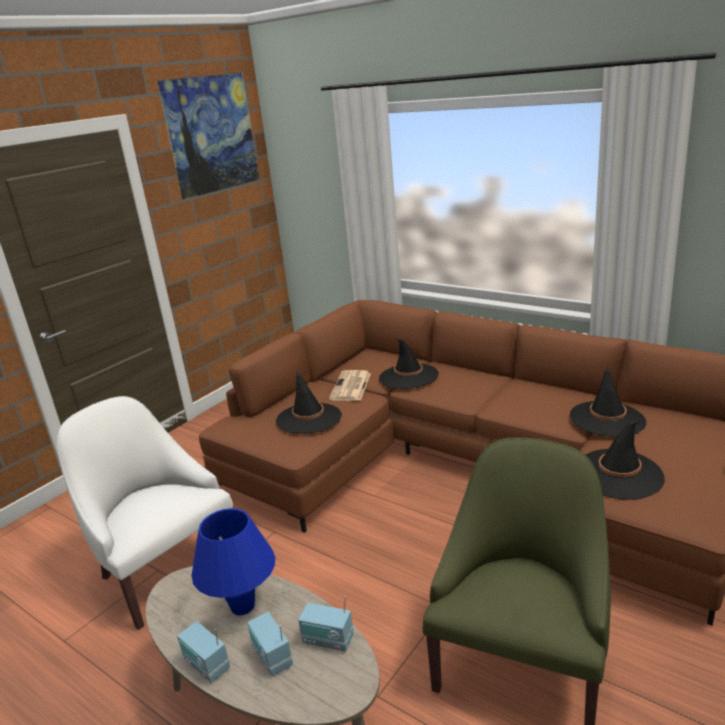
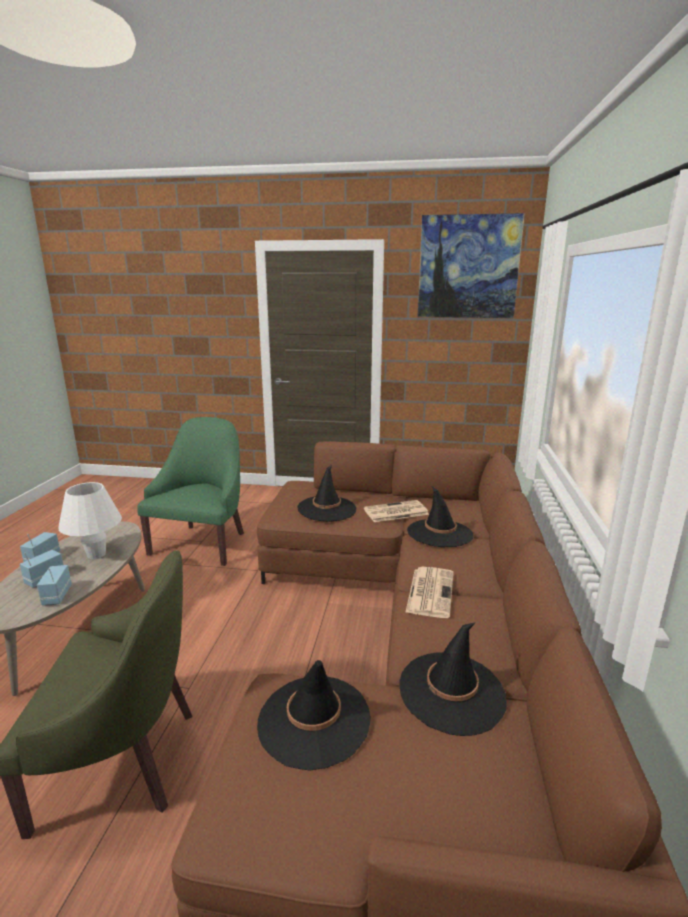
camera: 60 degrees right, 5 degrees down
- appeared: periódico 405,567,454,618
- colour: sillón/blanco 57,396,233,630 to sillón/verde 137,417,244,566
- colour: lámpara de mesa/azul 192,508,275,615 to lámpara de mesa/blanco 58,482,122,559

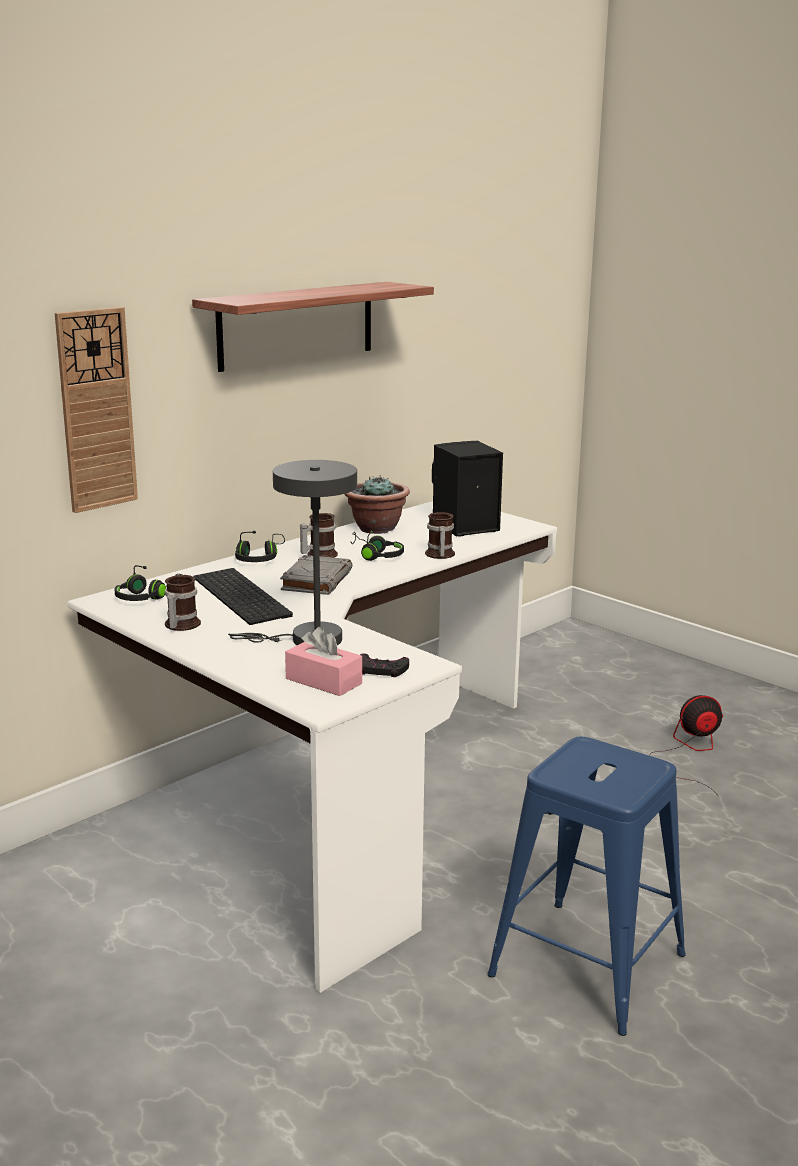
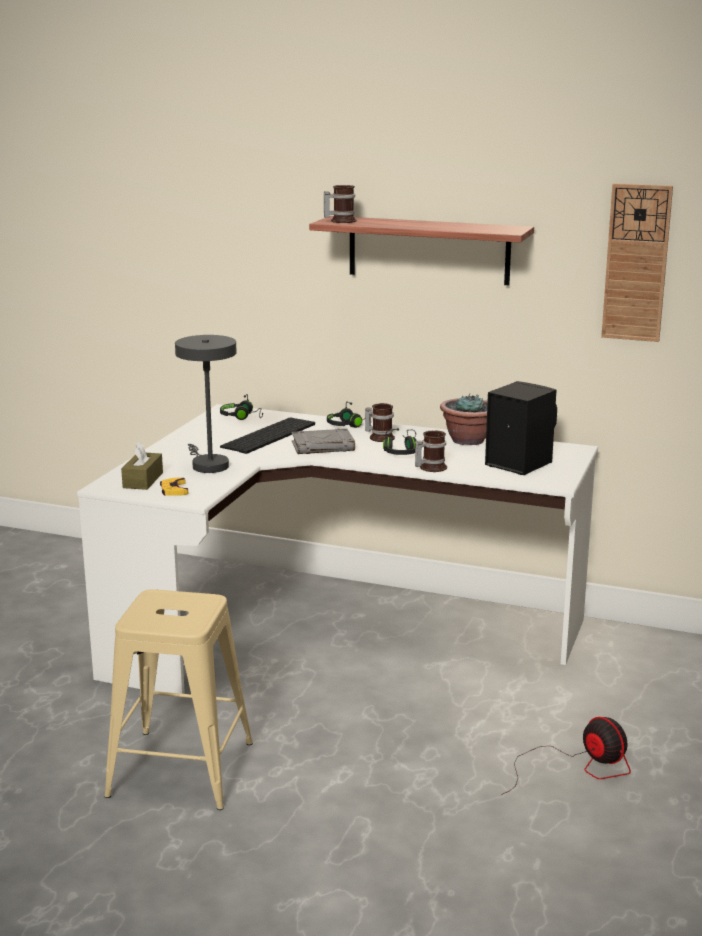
camera: 65 degrees right, 0 degrees up
- relocated: reloj de pared 55,307,138,513 to 601,183,673,342
- relocated: taza grande 165,575,201,631 to 324,185,357,223
- colour: caja de pañuelos/rosa 285,627,362,696 to caja de pañuelos/marrón 121,441,163,490
- colour: mando de consola/negro 360,653,409,677 to mando de consola/amarillo 160,477,188,496
- colour: taburete/azul 488,736,686,1036 to taburete/beis 104,589,253,810

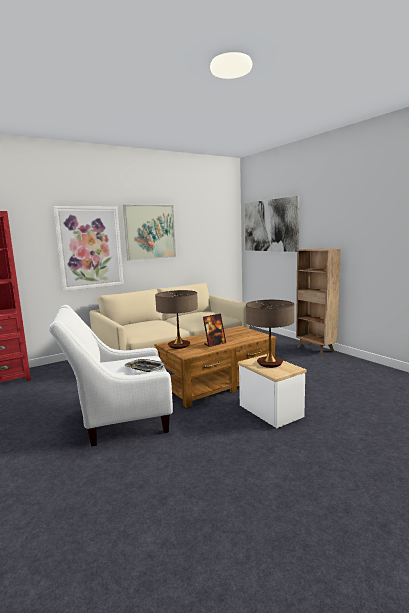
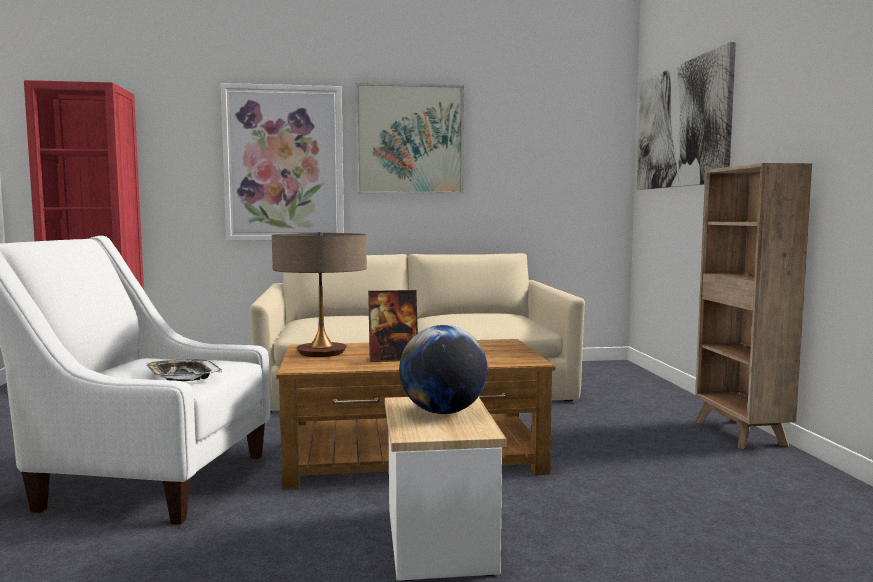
camera: 25 degrees right, 5 degrees down
- exchanged: lámpara de mesa 246,300,294,368 to globo terráqueo 399,325,488,414

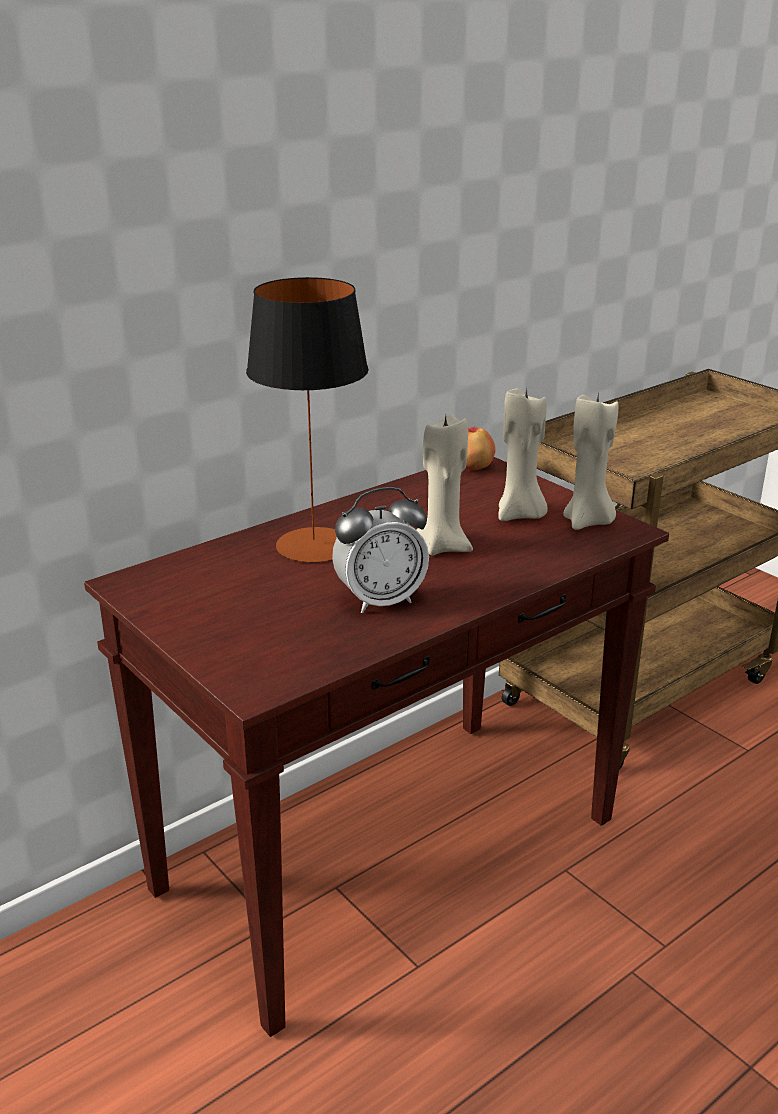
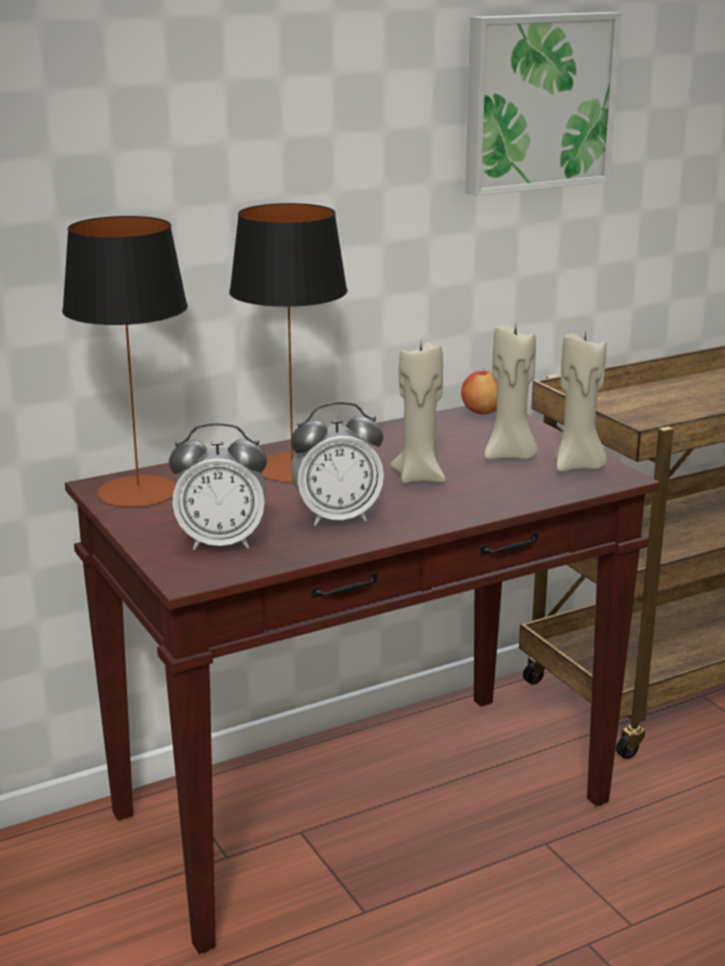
camera: 10 degrees right, 5 degrees down
- appeared: lámpara de mesa 62,216,188,507
- appeared: despertador 169,423,267,550
- appeared: cuadro 465,12,622,196

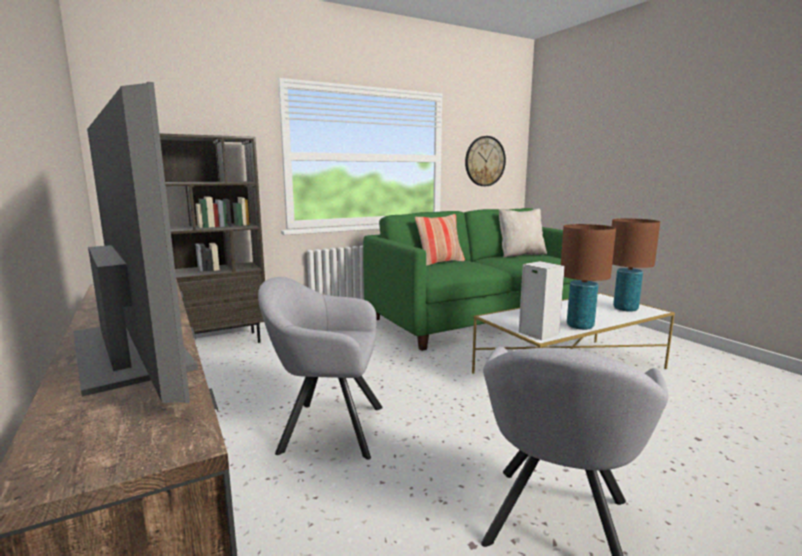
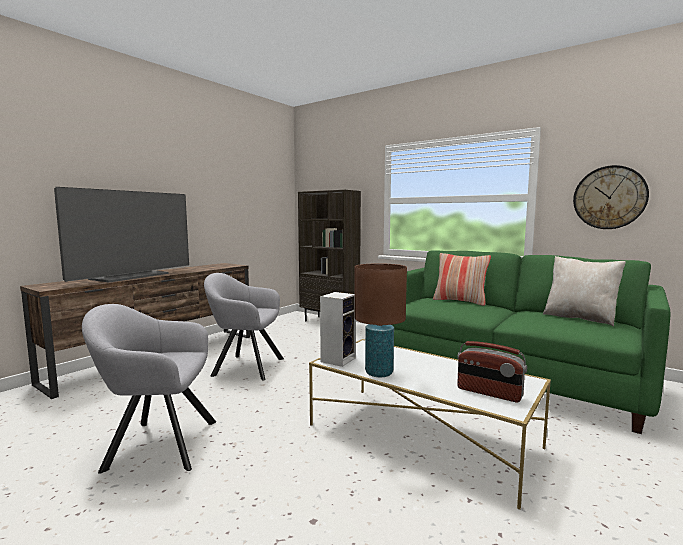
camera: 65 degrees right, 5 degrees down
- exchanged: lámpara de mesa/marrón 612,218,660,312 to radio 457,341,527,402
- spun: sillón/gris 258,277,383,459 = 204,273,284,380 60 degrees counterclockwise

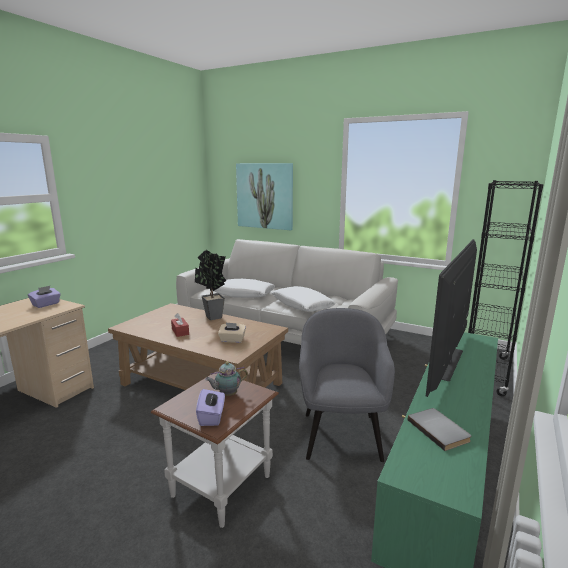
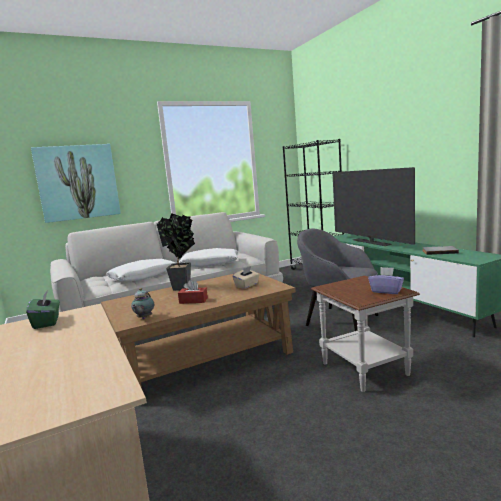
camera: 55 degrees left, 5 degrees down
- relocated: tetera 205,361,248,396 to 131,288,154,319
- colour: caja de pañuelos/morado 28,286,61,308 to caja de pañuelos/verde 26,290,60,329

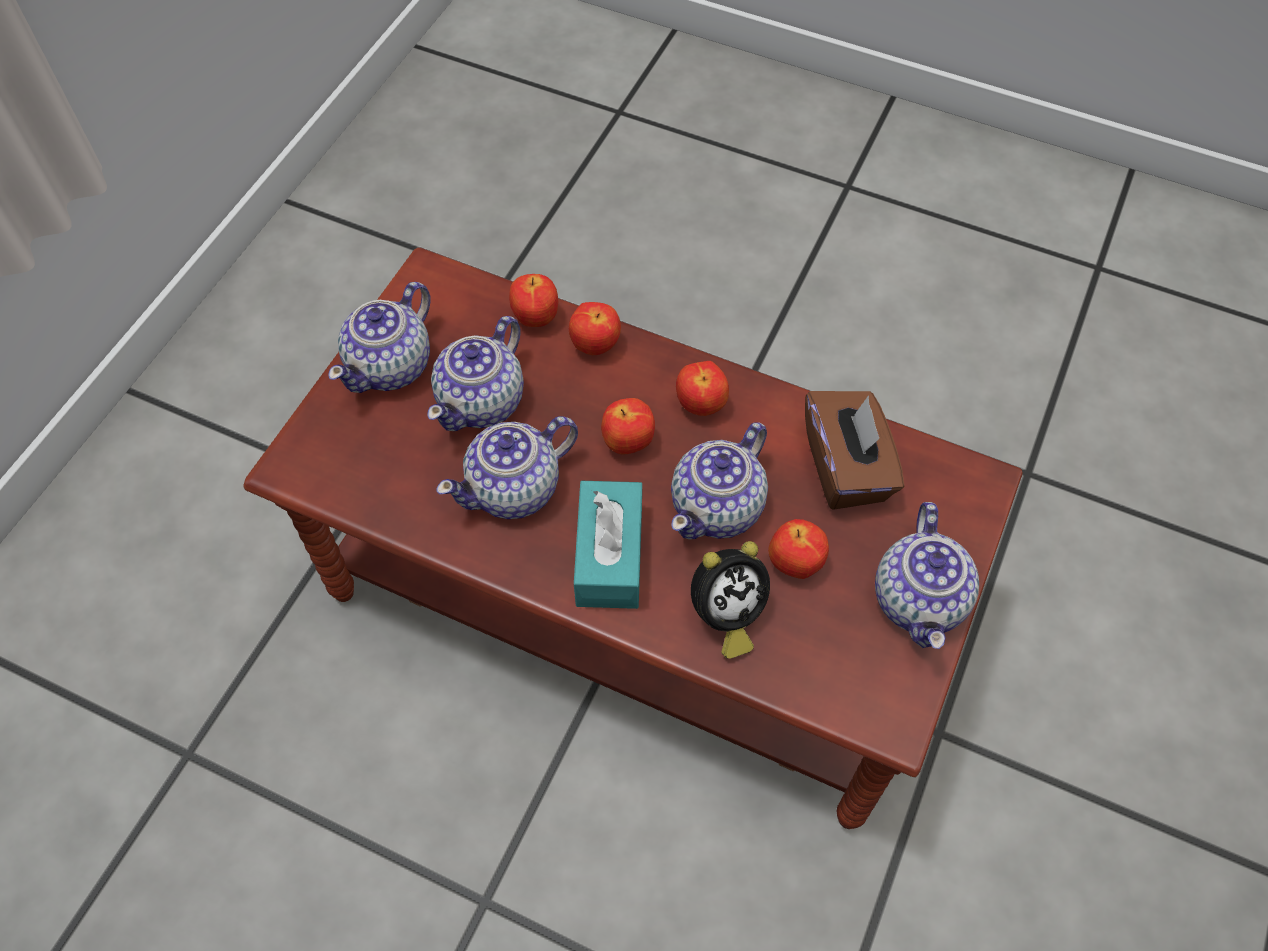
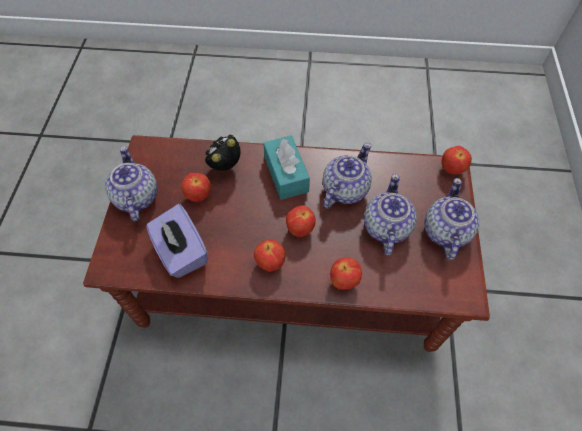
camera: 160 degrees right, 0 degrees up
- missing: tetera 671,422,768,540
- relocated: manzana 509,274,558,327 to 441,146,472,175
- colour: caja de pañuelos/marrón 805,391,904,510 to caja de pañuelos/morado 146,204,208,278

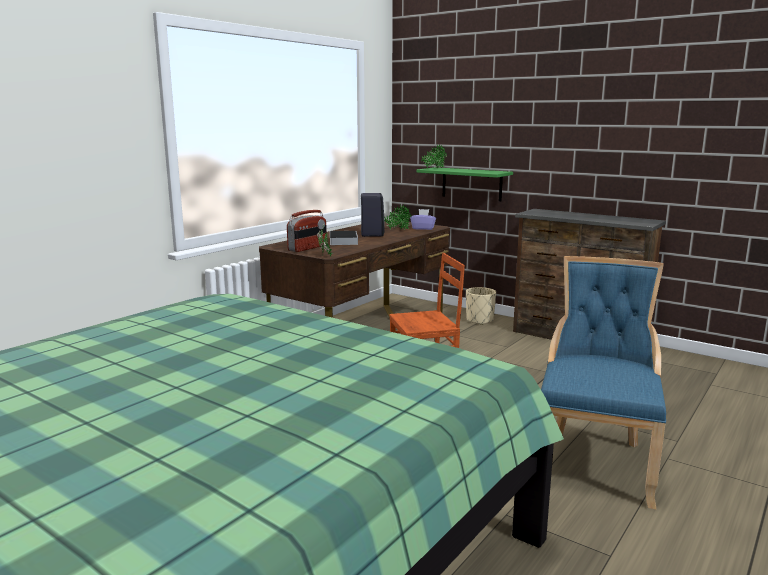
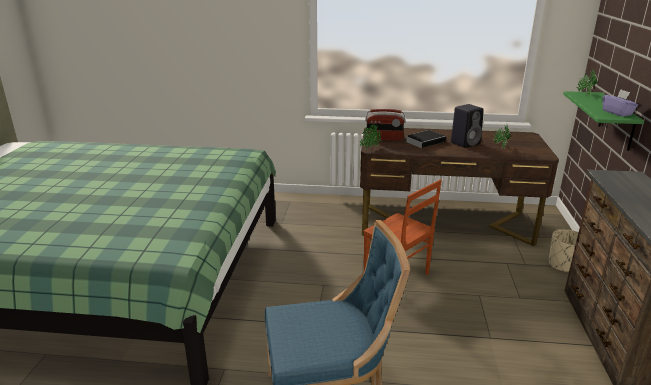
camera: 60 degrees right, 10 degrees up
- relocated: caja de pañuelos/morado 410,209,436,230 to 603,90,638,116

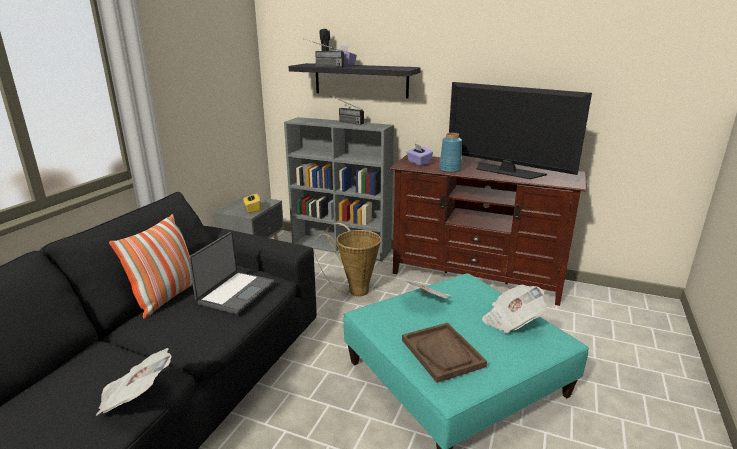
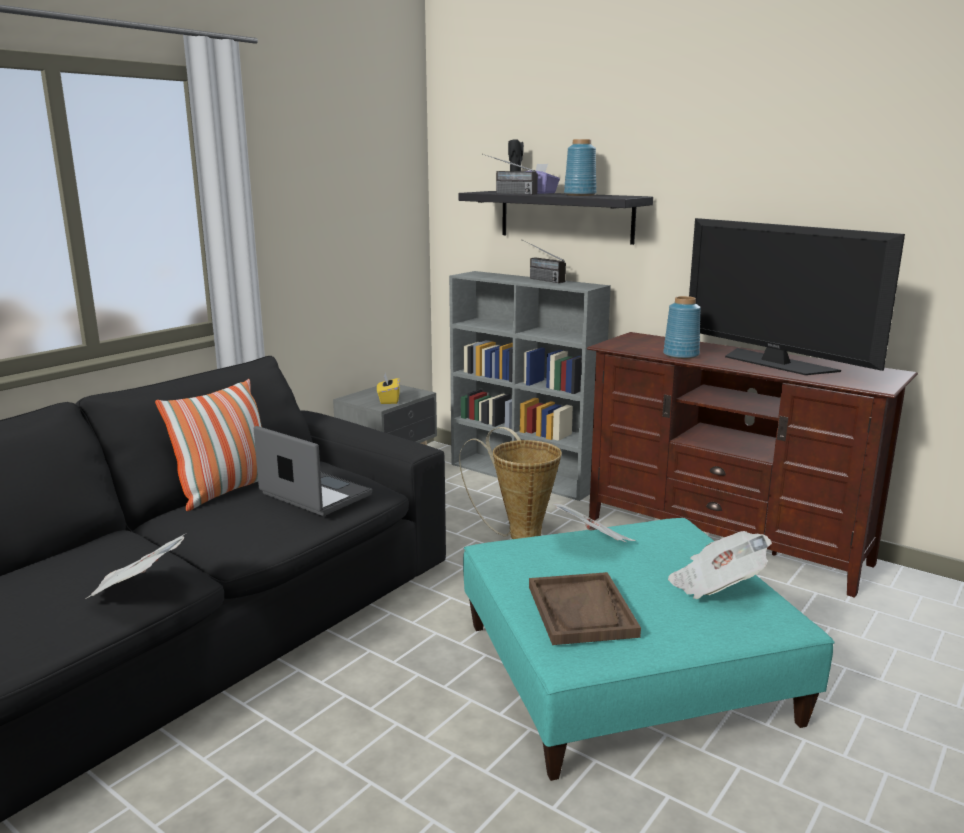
camera: 15 degrees right, 5 degrees down
- missing: caja de pañuelos/morado 406,144,433,166
- appeared: florero/azul 564,139,596,196
- spun: portátil 188,232,275,314 = 254,426,372,516 90 degrees counterclockwise

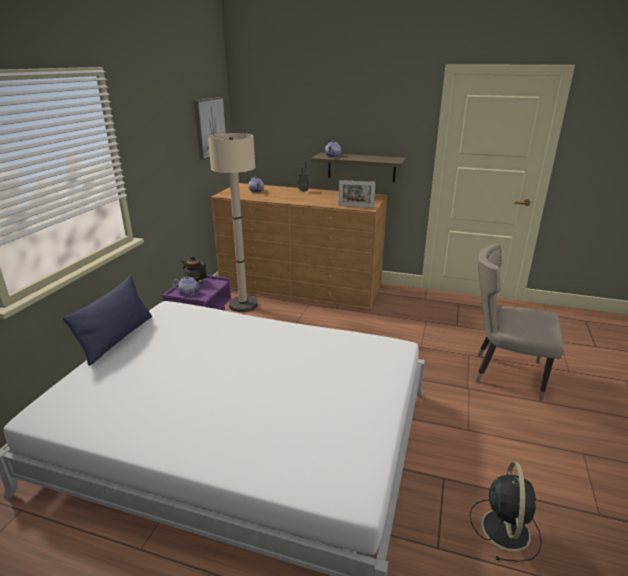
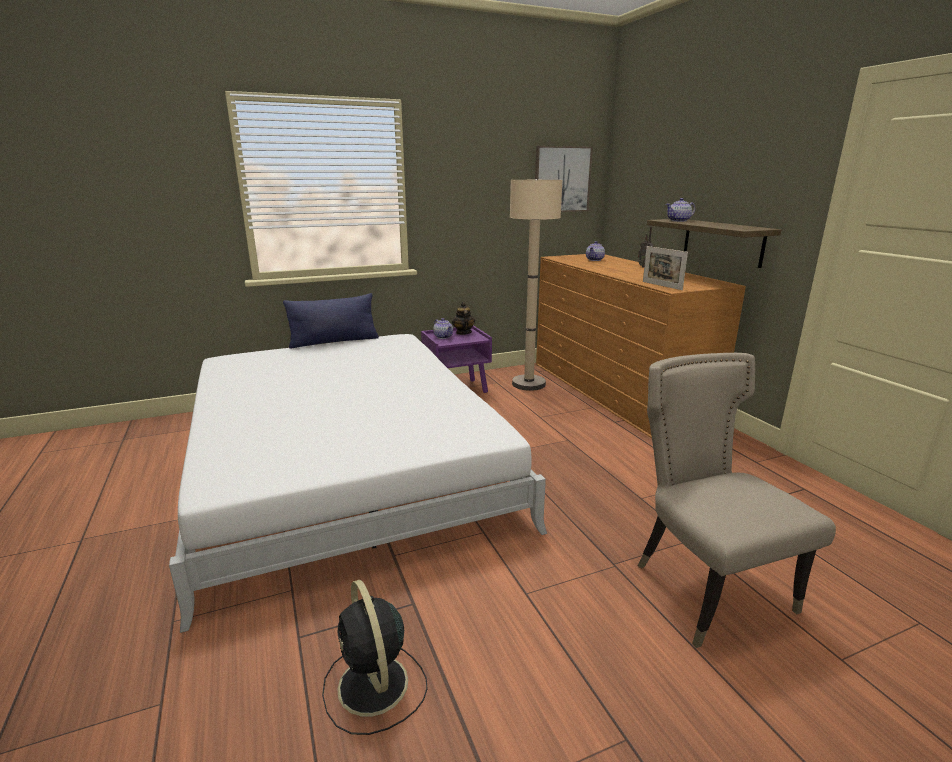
camera: 50 degrees right, 5 degrees down
- spun: ventilador/negro 470,462,542,562 = 322,580,427,735 90 degrees clockwise

